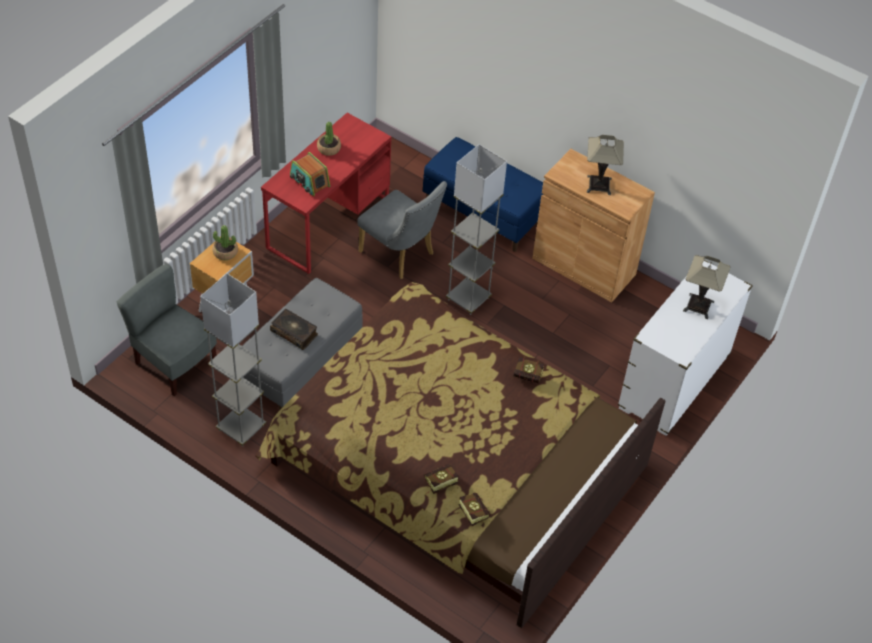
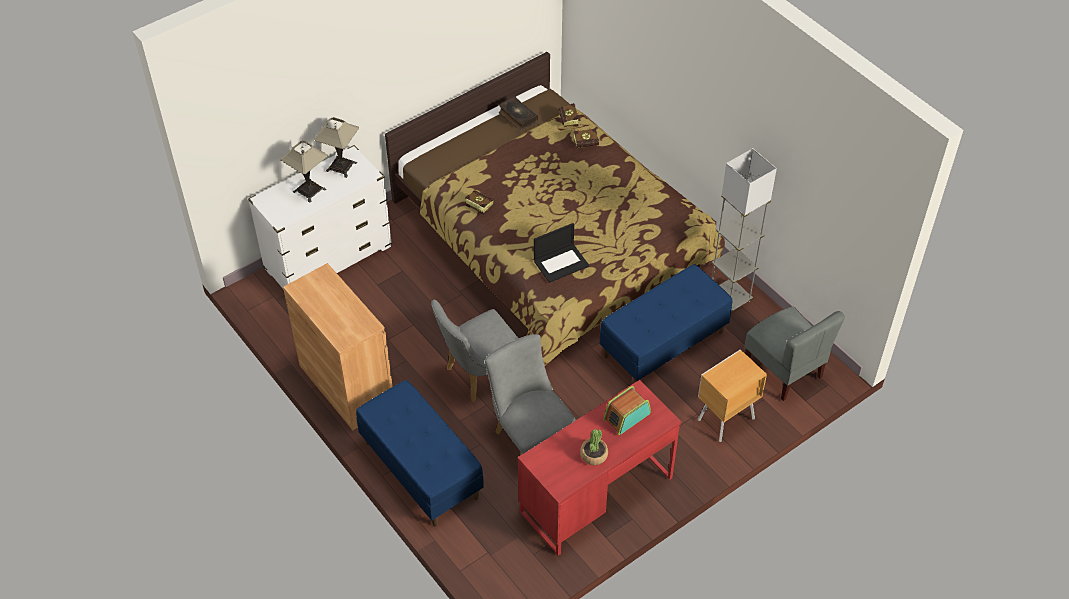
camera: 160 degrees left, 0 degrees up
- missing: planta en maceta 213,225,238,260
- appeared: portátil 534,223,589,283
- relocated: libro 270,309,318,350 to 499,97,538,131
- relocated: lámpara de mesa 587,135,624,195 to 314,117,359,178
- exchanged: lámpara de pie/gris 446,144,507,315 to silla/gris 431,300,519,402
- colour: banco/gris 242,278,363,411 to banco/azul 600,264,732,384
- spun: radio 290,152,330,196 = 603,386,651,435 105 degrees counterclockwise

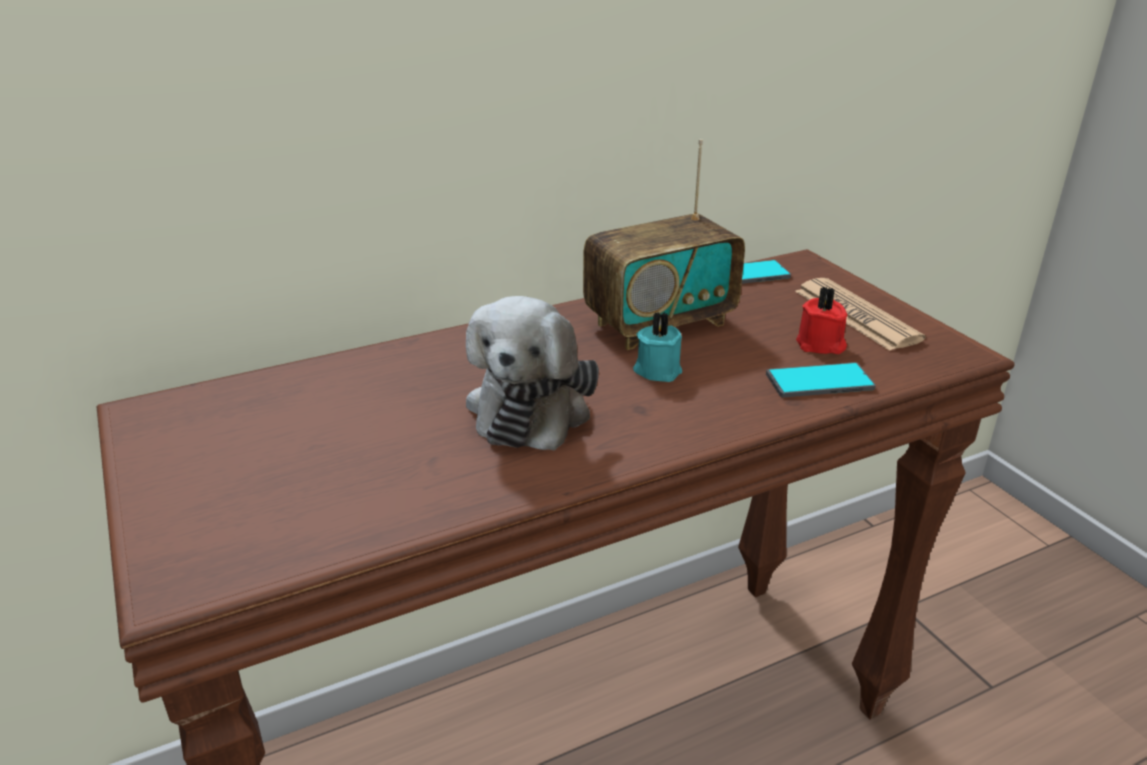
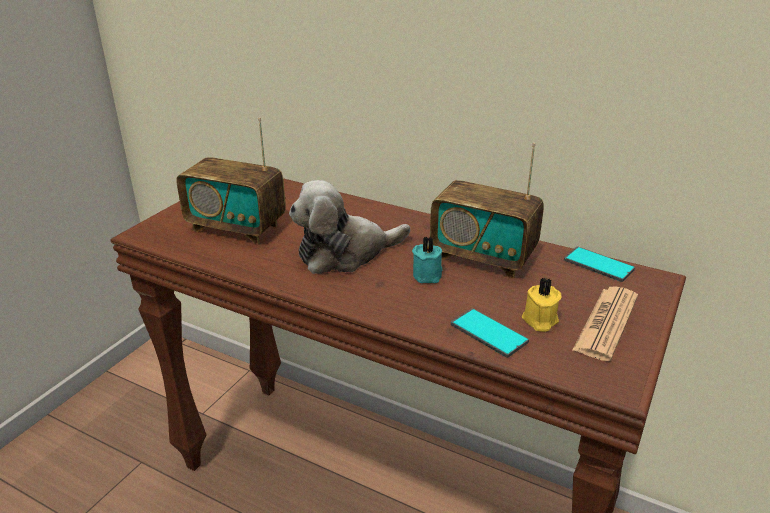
camera: 55 degrees right, 0 degrees up
- appeared: radio 176,118,286,244
- colour: vela/rojo 796,287,847,354 to vela/amarillo 522,277,561,332

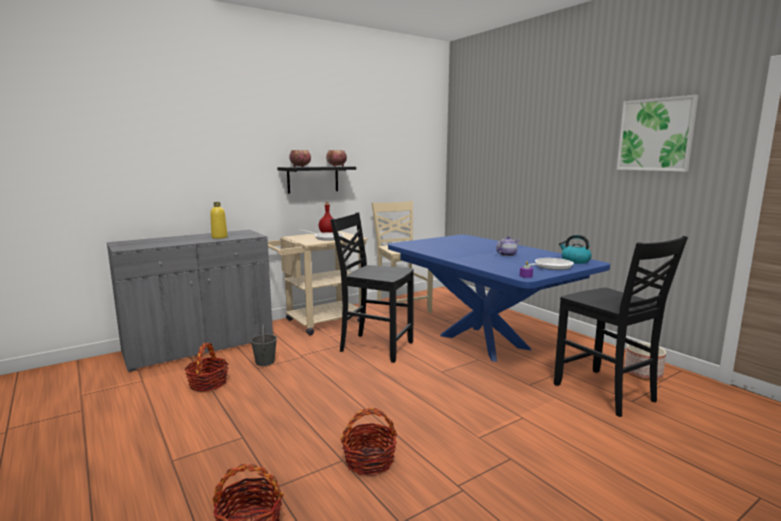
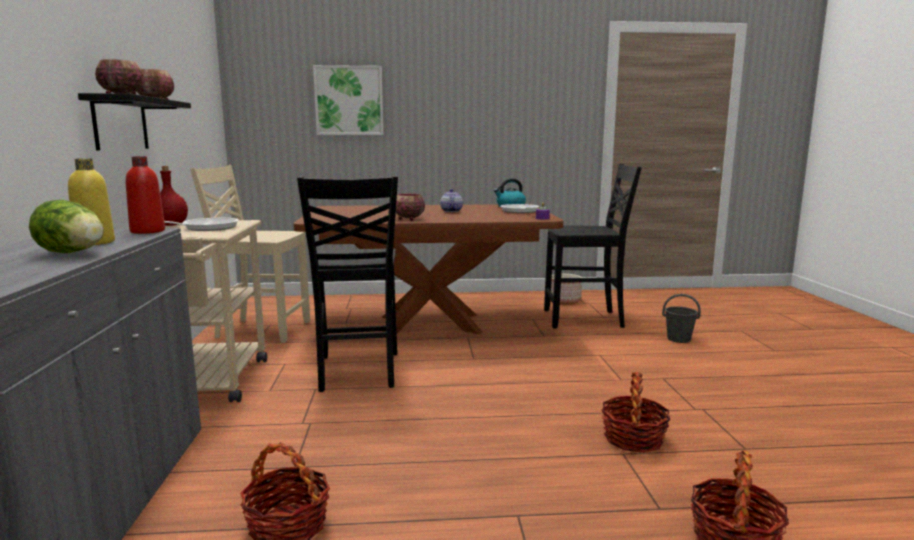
camera: 60 degrees left, 0 degrees up
- appeared: lechuga 29,200,104,253
- appeared: botella/rojo 125,156,165,234
- appeared: cuenco 396,193,425,221
- relocated: cubo/gris 250,324,277,366 to 662,294,701,343
- relocated: cuadro 617,95,699,172 to 313,65,384,135
- colour: mesa de comedor/azul 388,235,610,362 to mesa de comedor/marrón 293,204,563,334
- spun: silla/negro 331,212,414,363 = 297,176,398,392 60 degrees counterclockwise

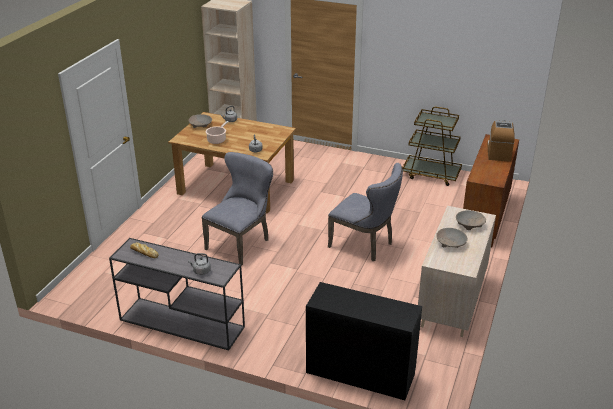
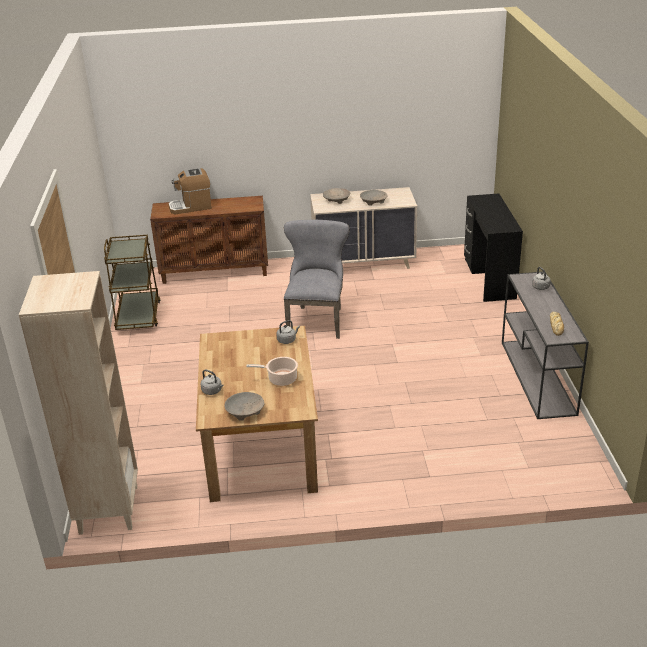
camera: 115 degrees left, 0 degrees up
- missing: silla/gris 201,152,273,266

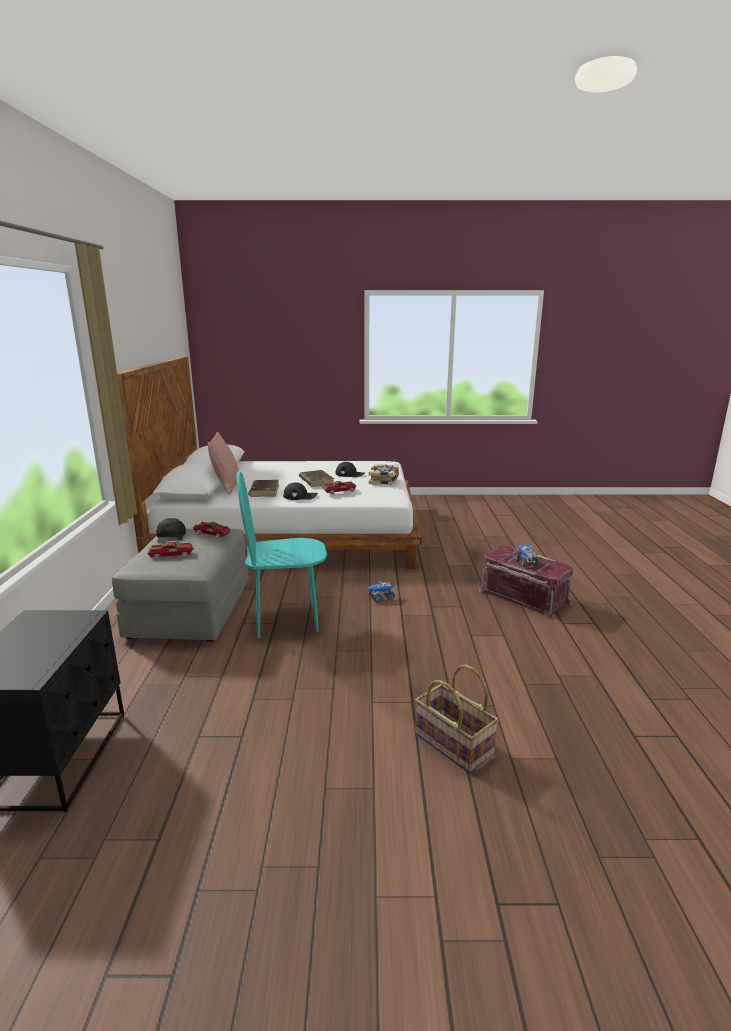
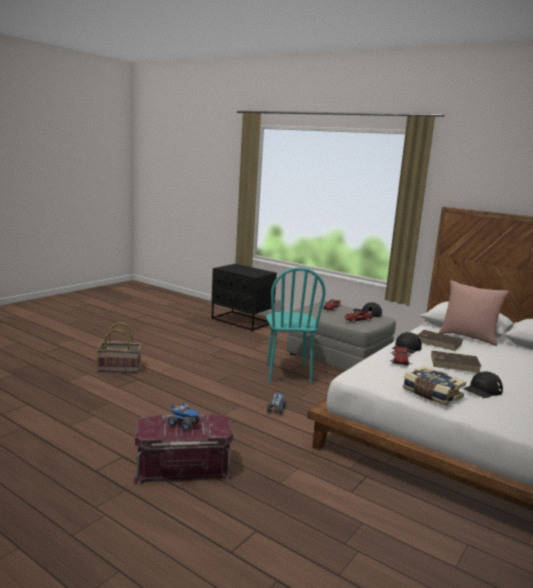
camera: 125 degrees right, 5 degrees down
- spun: silla/turquesa 236,471,327,639 = 266,267,325,384 150 degrees clockwise

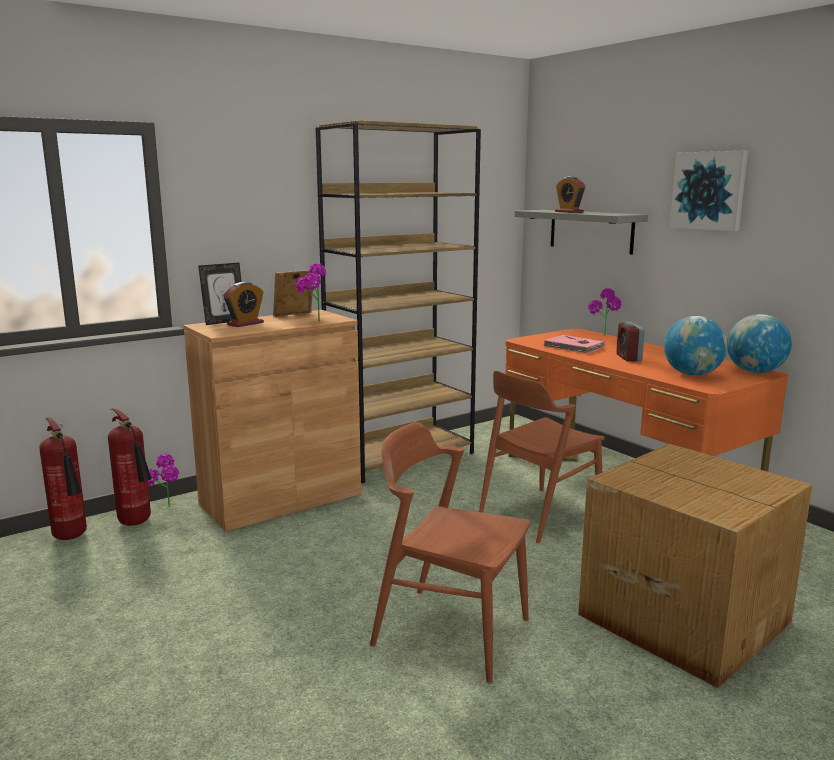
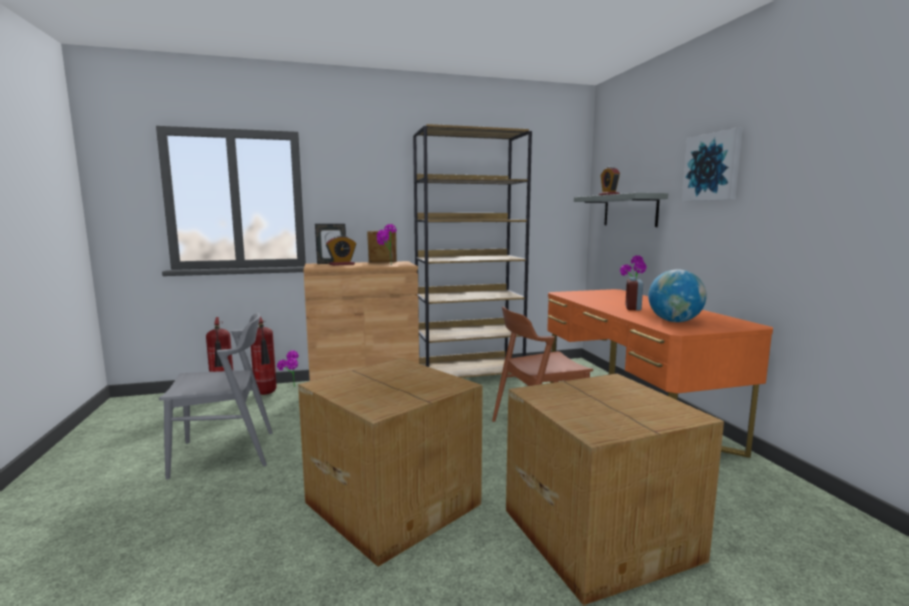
camera: 20 degrees right, 5 degrees down
- missing: libro/rosa 543,335,604,354
- missing: globo terráqueo 727,314,792,373
- appeared: silla/gris 159,313,273,480
- exchanged: silla/marrón 370,422,530,683 to caja de cartón 298,358,483,567

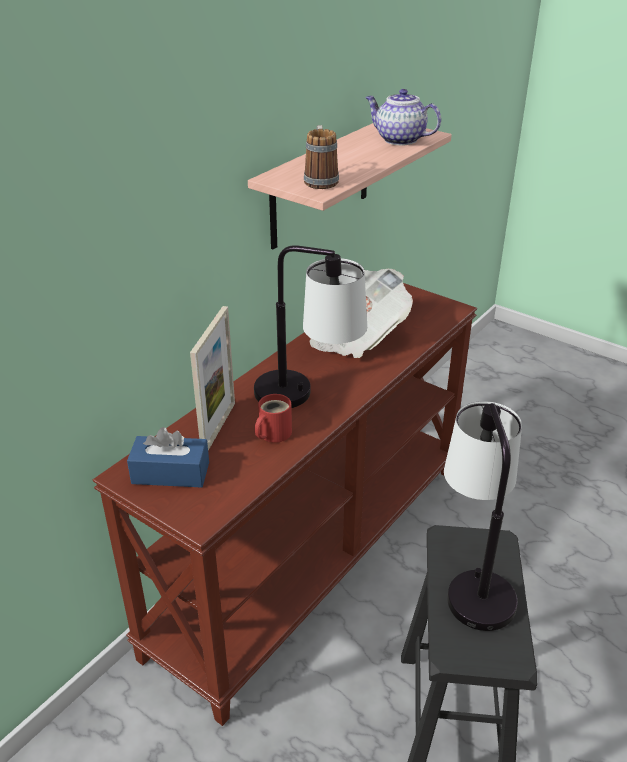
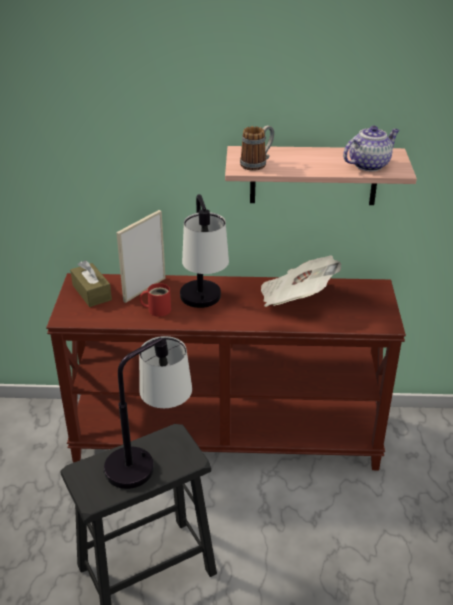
camera: 55 degrees right, 0 degrees up
- colour: caja de pañuelos/azul 127,427,209,488 to caja de pañuelos/marrón 70,260,112,307
- spun: portarretratos 190,306,235,450 = 116,210,166,303 150 degrees clockwise
- spun: tetera 365,89,441,146 = 343,126,400,171 60 degrees clockwise

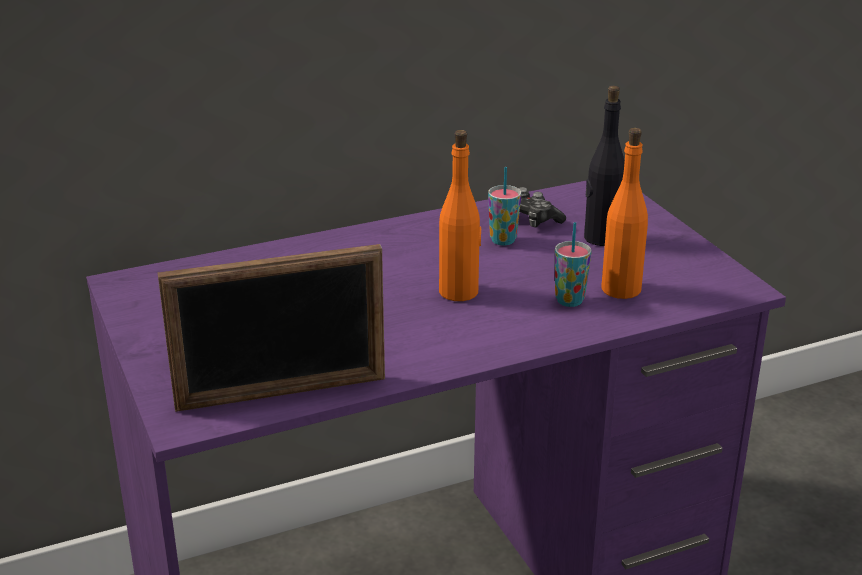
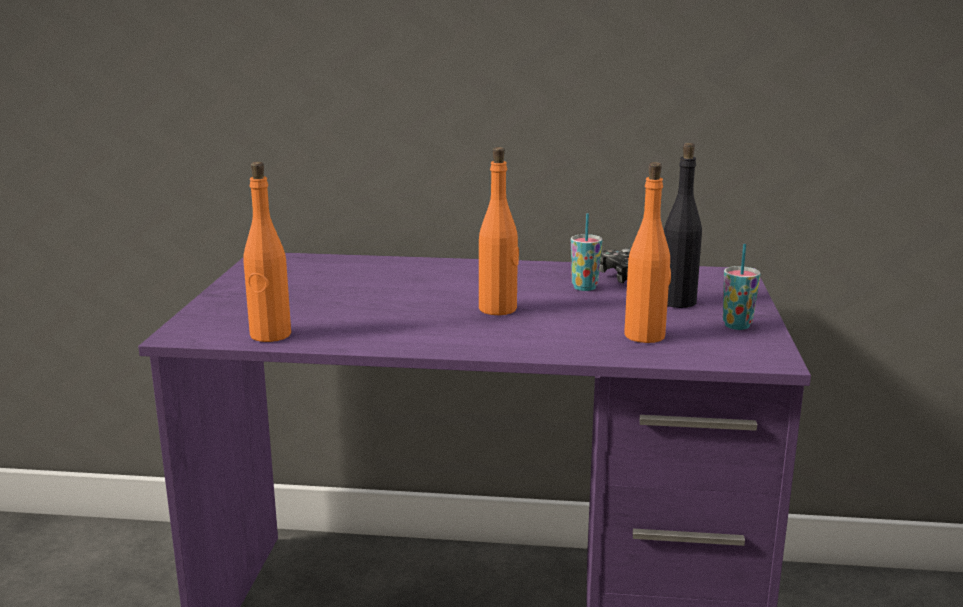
camera: 30 degrees right, 10 degrees down
- relocated: taza 555,222,592,307 to 723,244,761,330
- exchanged: portarretratos 158,244,385,412 to botella/naranja 244,162,291,342

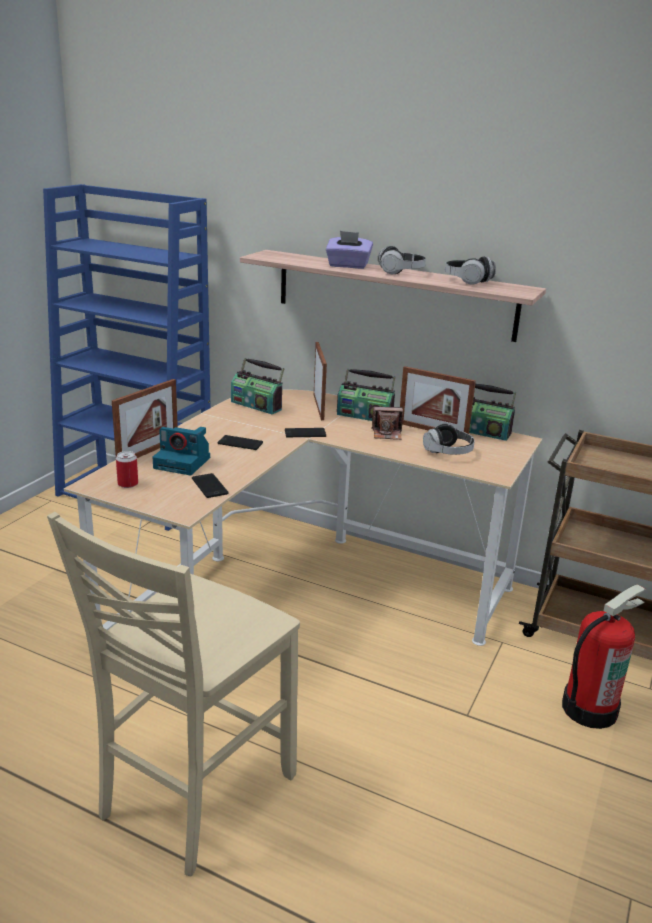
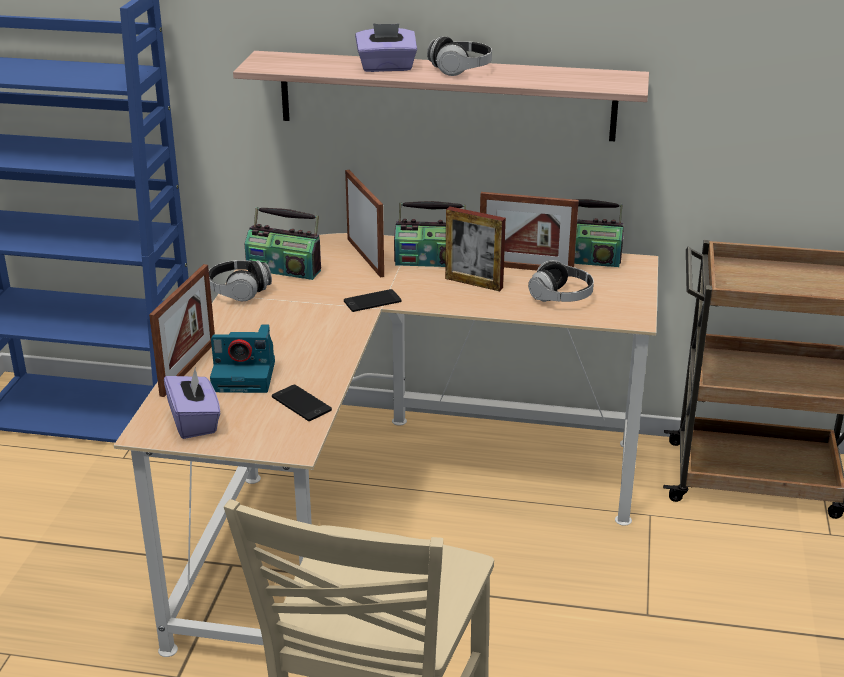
camera: 15 degrees left, 5 degrees up
- missing: móvil 218,435,263,450
- missing: extintor 562,584,646,729
- relocated: auriculares 445,257,496,285 to 209,260,272,301
- exchanged: lata 116,451,138,488 to caja de pañuelos/morado 164,366,221,439
- exchanged: cámara 371,407,403,440 to portarretratos 445,207,506,291

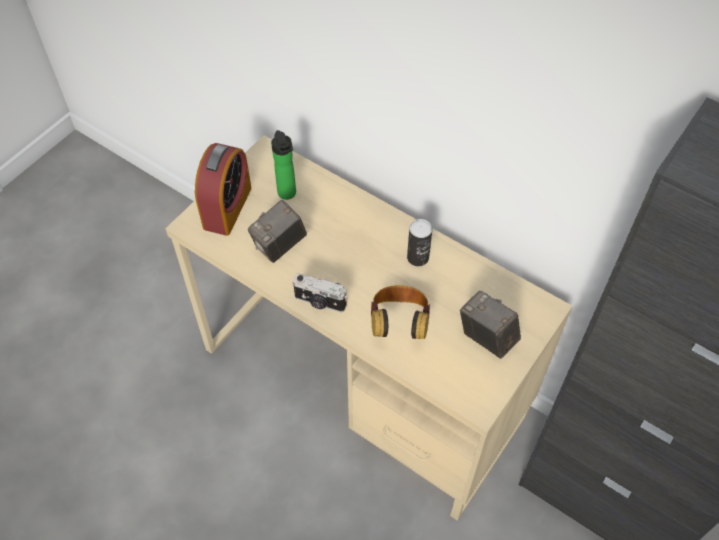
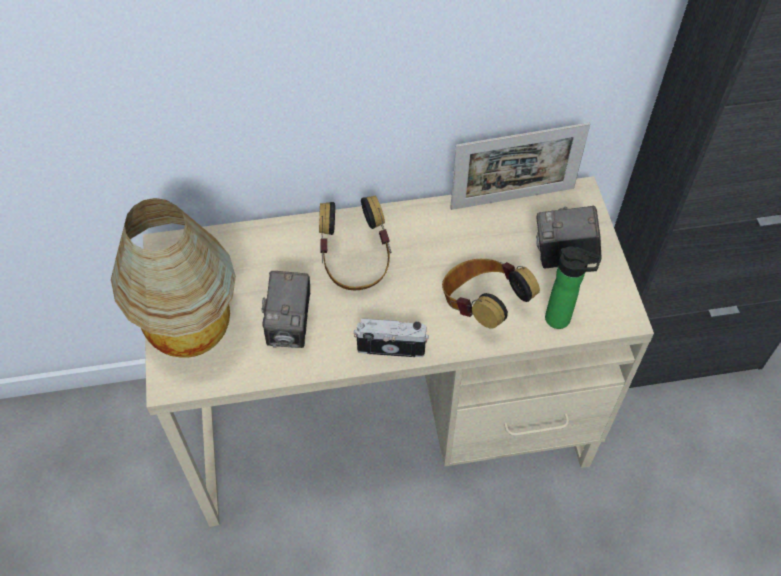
camera: 45 degrees left, 0 degrees up
- missing: lata 407,219,432,266
- appeared: auriculares 319,196,391,290
- appeared: portarretratos 450,123,590,210
- relocated: botella 271,130,296,200 to 545,246,602,329
- exchanged: despertador 195,143,252,236 to lámpara de mesa 111,198,236,358
- spun: cámara 292,273,348,312 = 354,318,429,357 150 degrees counterclockwise

